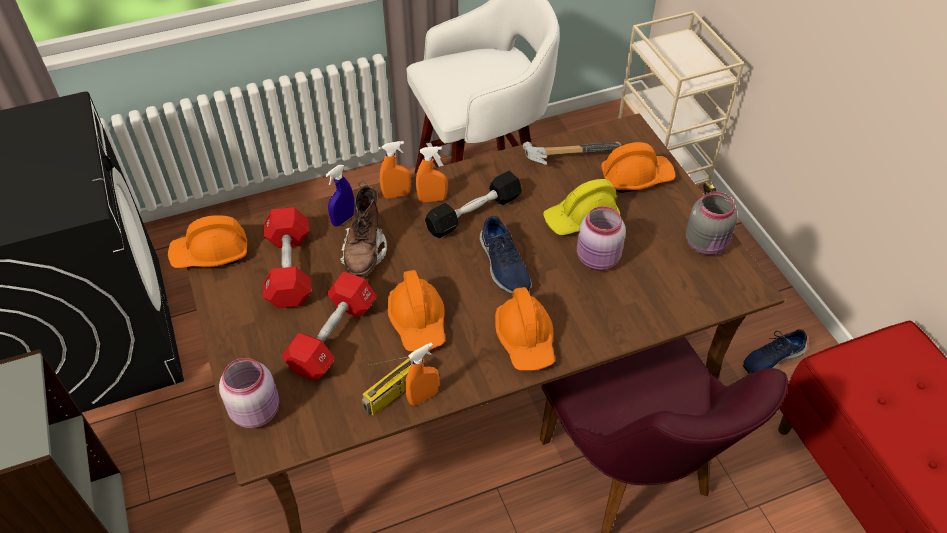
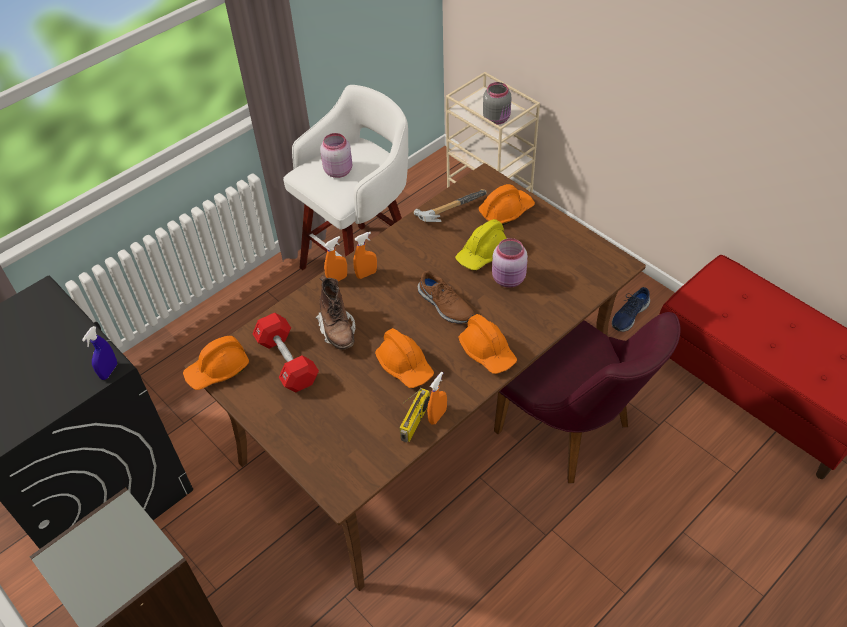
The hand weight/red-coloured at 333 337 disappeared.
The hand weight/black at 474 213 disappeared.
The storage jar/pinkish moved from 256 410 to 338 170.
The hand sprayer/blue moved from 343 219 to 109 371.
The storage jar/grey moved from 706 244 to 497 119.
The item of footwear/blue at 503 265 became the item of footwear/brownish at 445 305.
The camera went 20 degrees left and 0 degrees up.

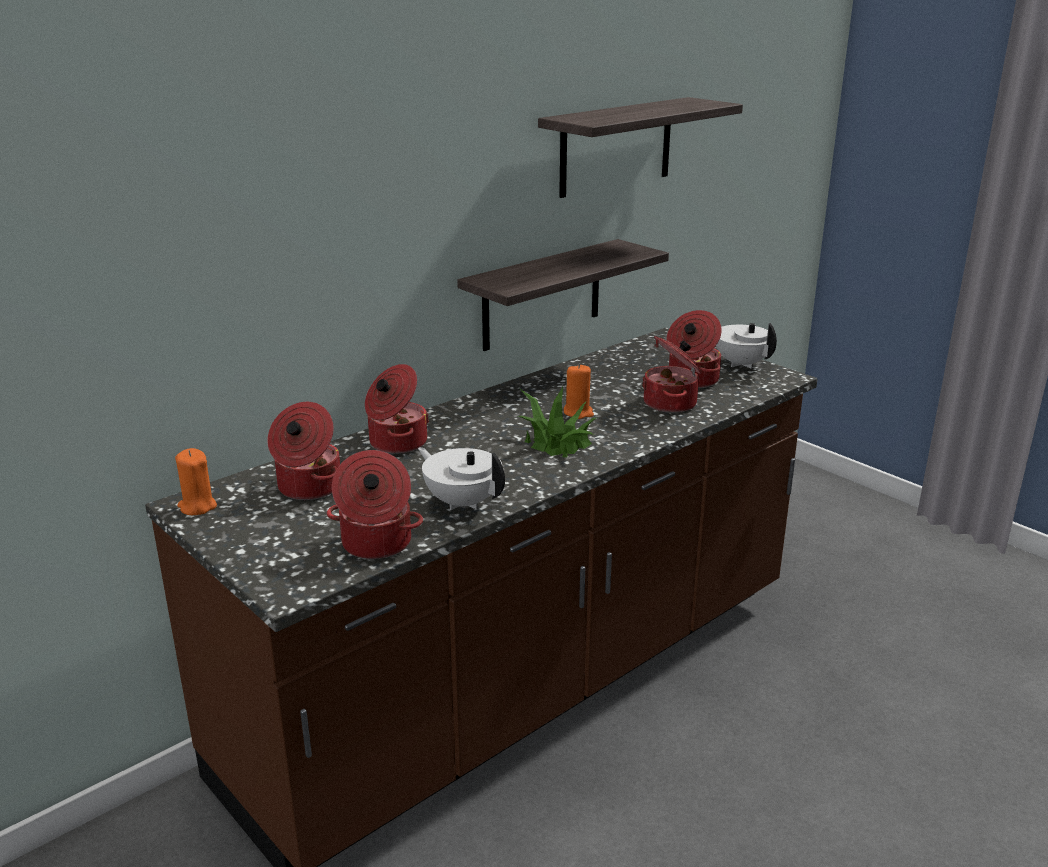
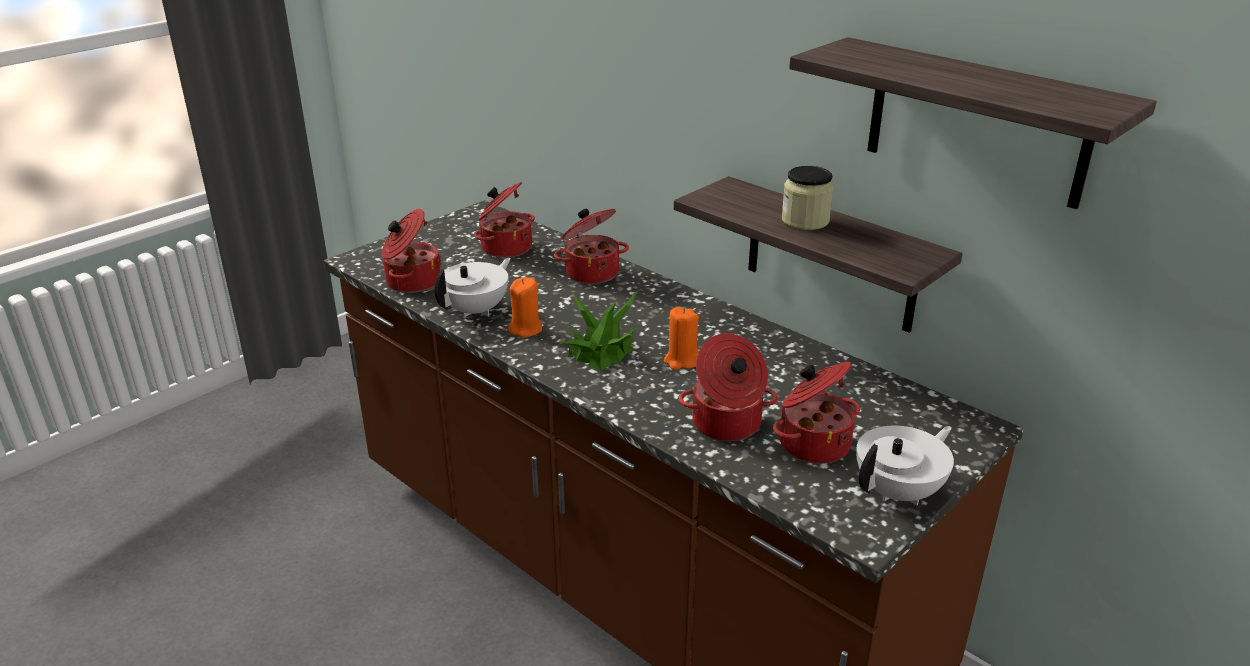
The storage jar at 805 220 appeared.
The candle/orange-coloured moved from 197 506 to 526 329.
The camera went 85 degrees right and 5 degrees up.

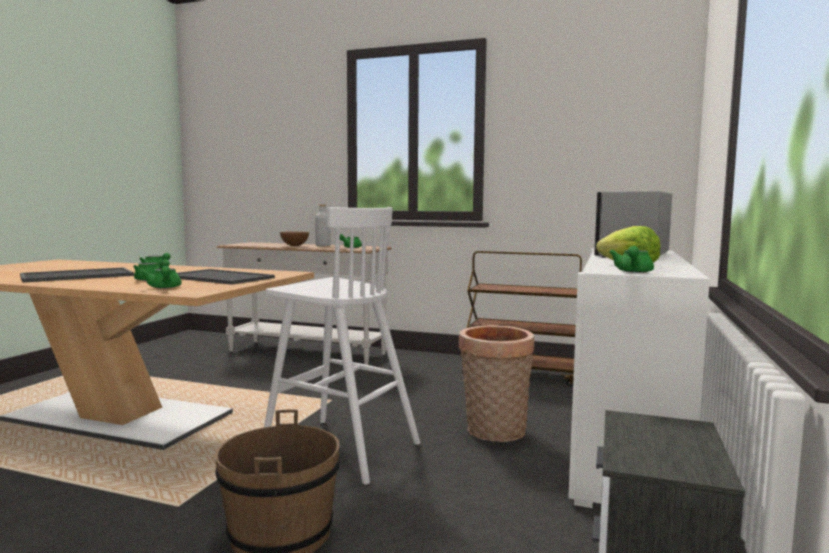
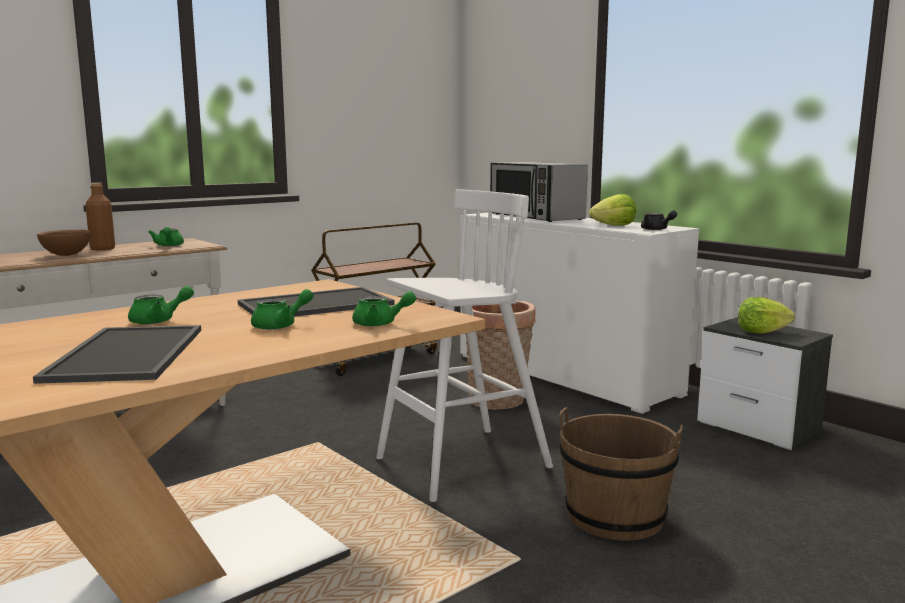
The lettuce at 761 332 appeared.
The drink bottle/grey at 323 245 became the drink bottle/brownish at 102 249.
The tea pot/green at 633 272 became the tea pot/black at 656 229.
The camera went 60 degrees left and 5 degrees up.

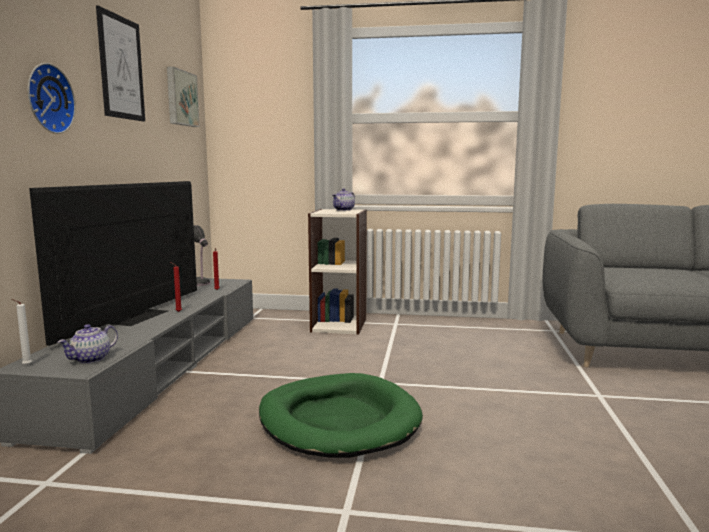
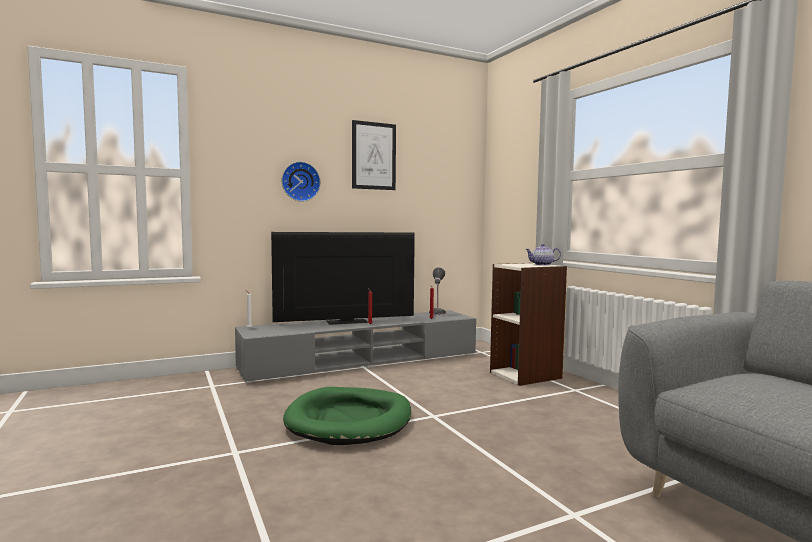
The tea pot at 91 359 disappeared.
The wall picture at 180 98 disappeared.
The camera went 55 degrees right and 5 degrees down.

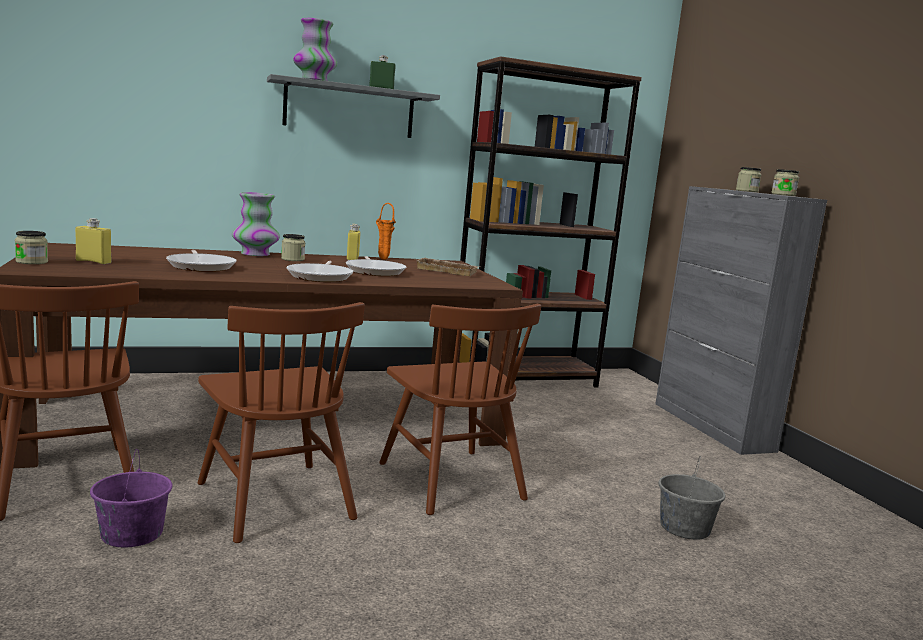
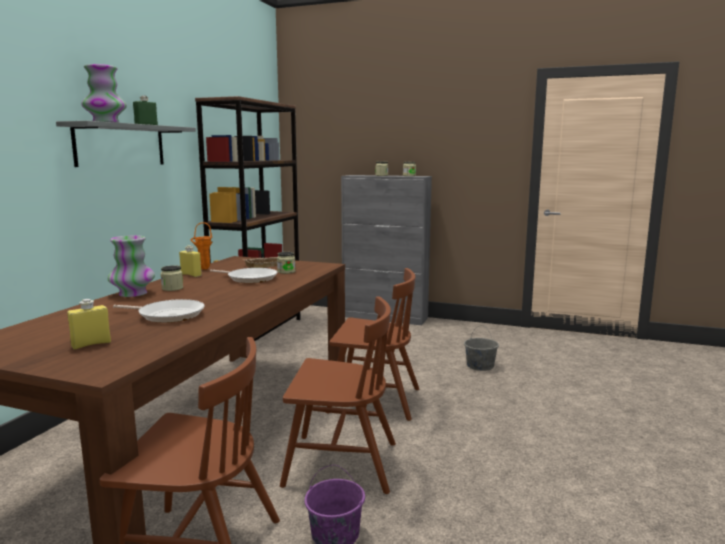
The frying pan at 321 277 disappeared.
The storage jar moved from 32 262 to 286 271.
The camera went 50 degrees left and 0 degrees up.

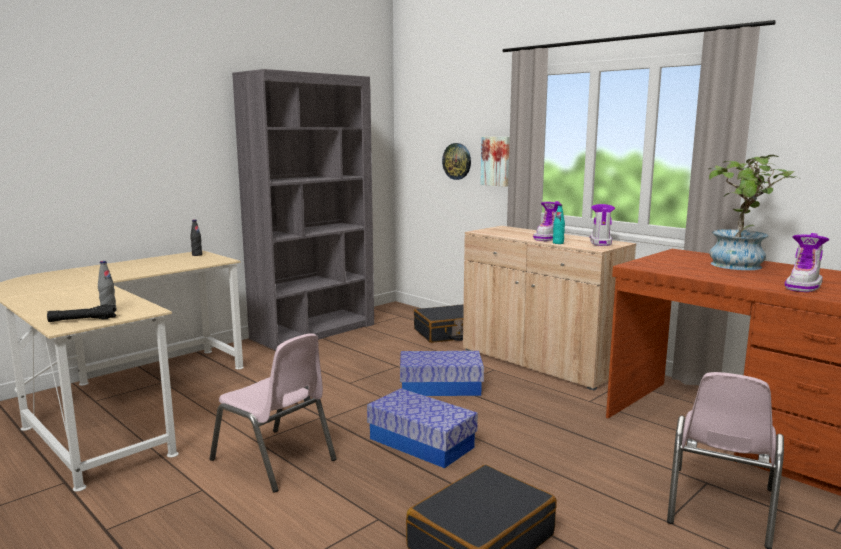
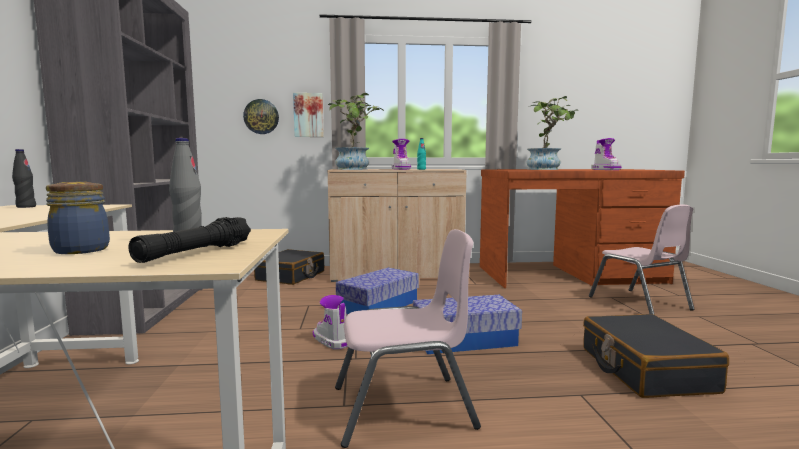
The storage jar at 80 250 appeared.
The houseplant at 355 169 appeared.
The boot moved from 600 242 to 331 341.
The camera went 50 degrees left and 5 degrees down.

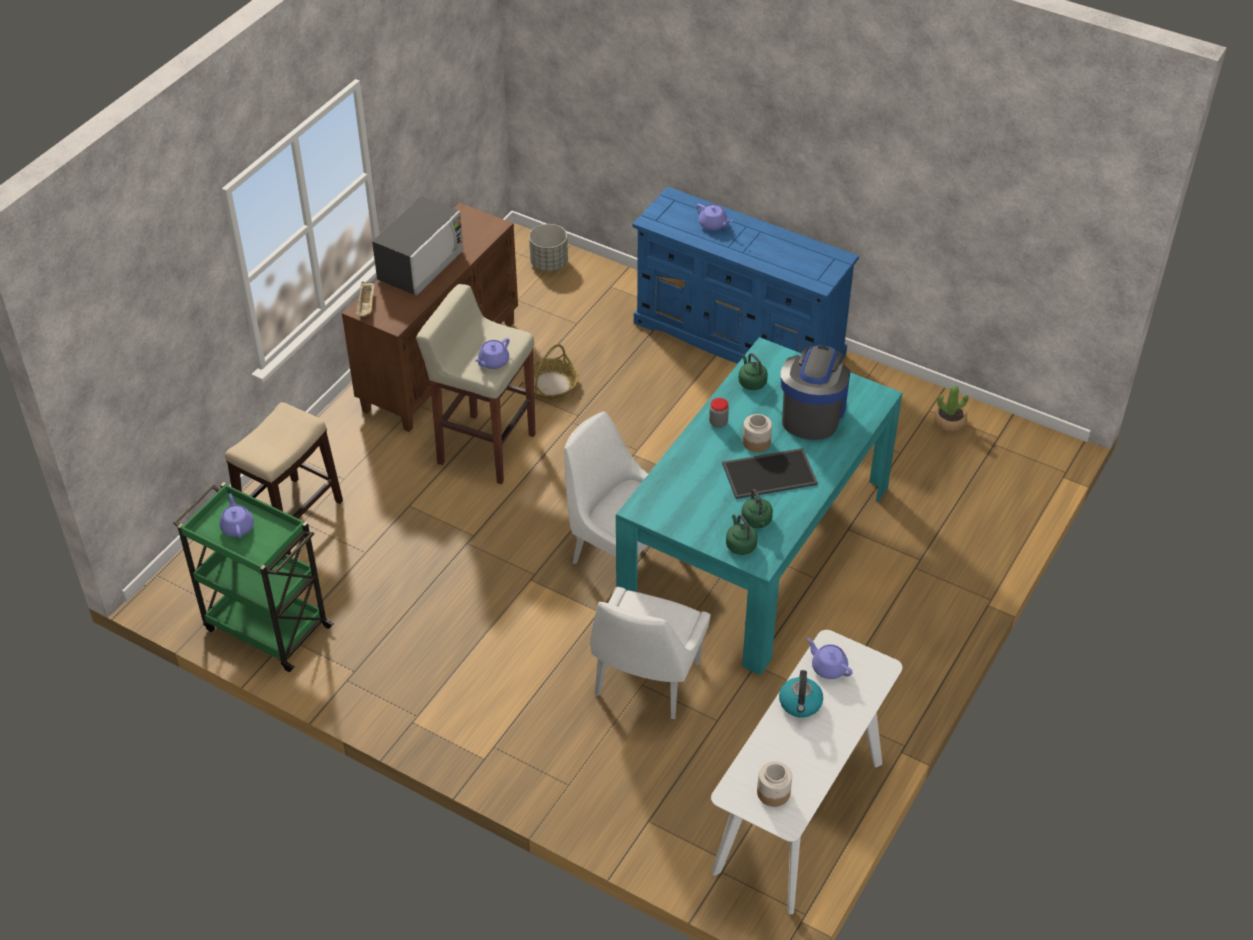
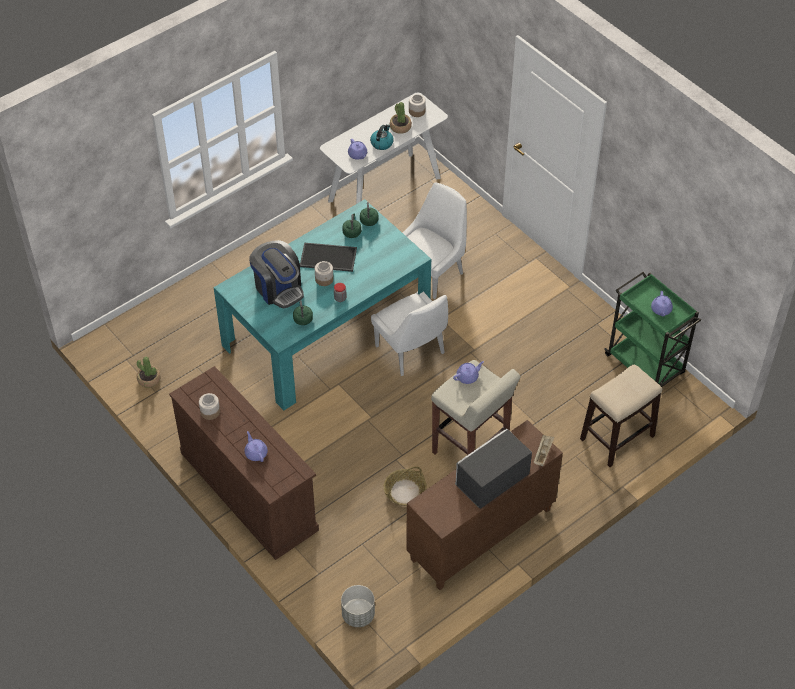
The storage jar at 210 412 appeared.
The houseplant at 400 127 appeared.
The drawer chest/blue at 740 339 became the drawer chest/brownish at 247 490.
The coffee brewer at 812 413 turned 75 degrees counterclockwise.
The camera went 160 degrees left and 5 degrees up.

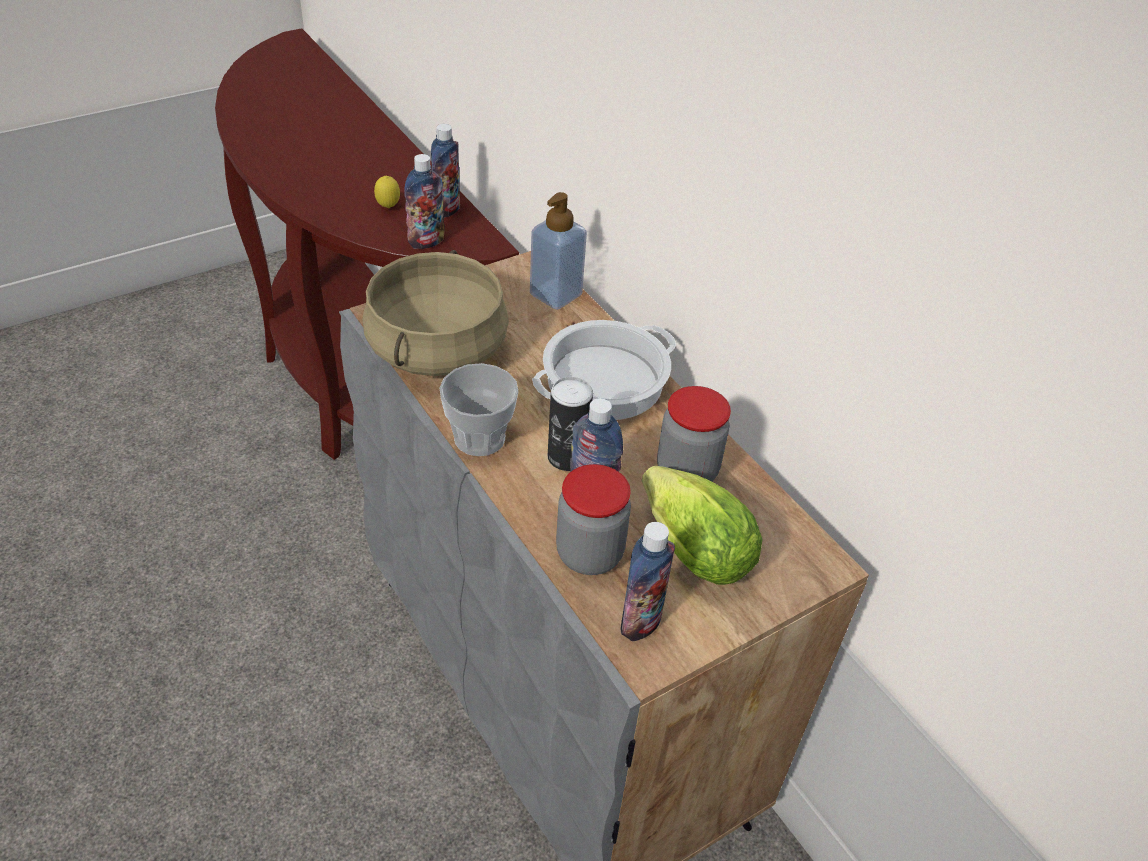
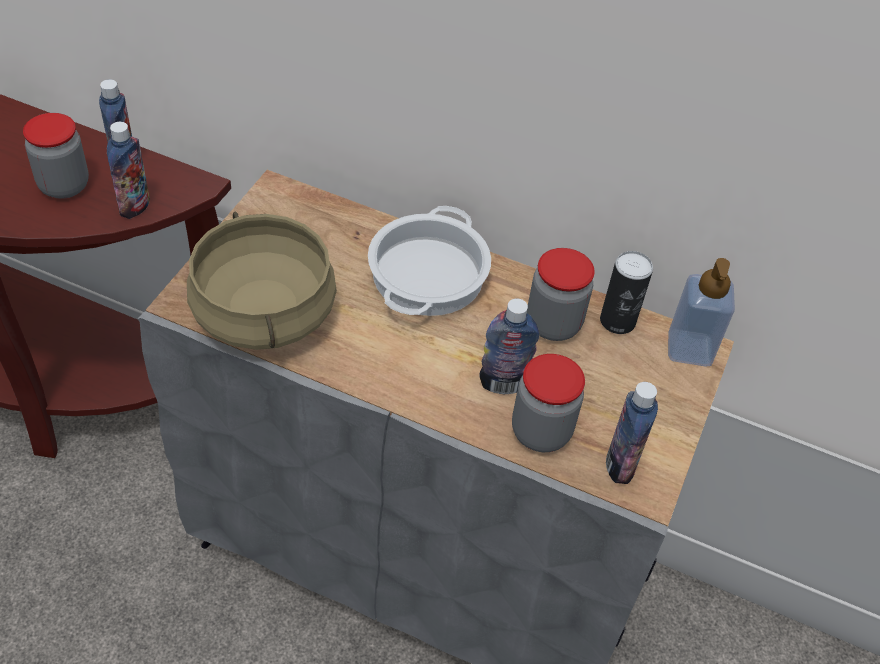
The drinking cup at 479 438 disappeared.
The lettuce at 688 546 disappeared.
The soap bottle moved from 555 295 to 689 349.
The can moved from 567 457 to 617 321.
The citrus fruit at 388 207 was replaced by the storage jar at 64 185.
The camera went 35 degrees left and 5 degrees up.

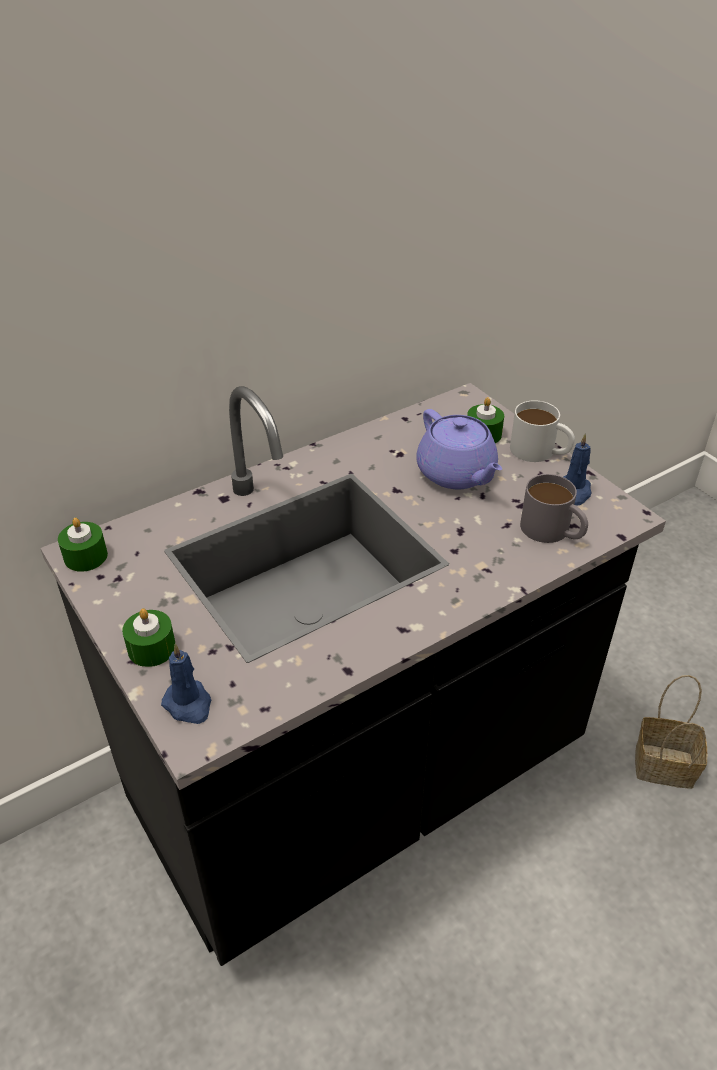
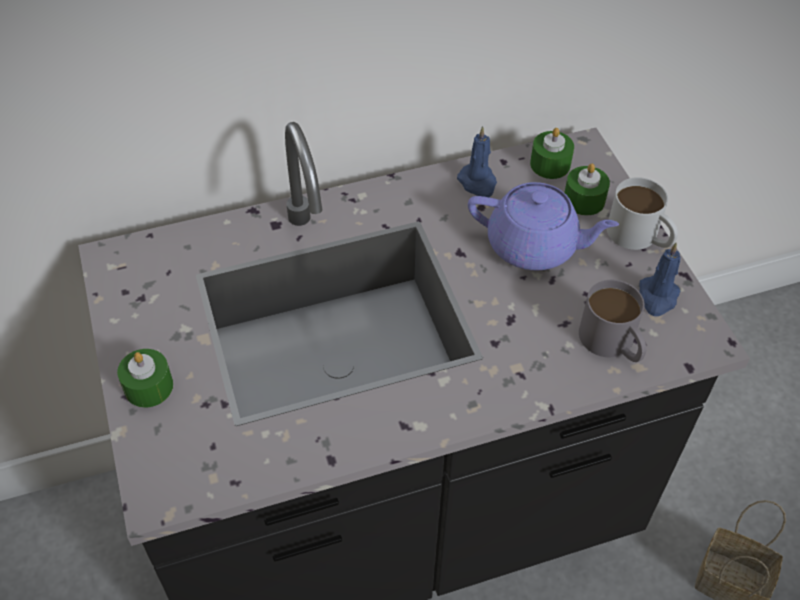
The candle/green moved from 85 556 to 550 164.
The candle/blue moved from 189 704 to 478 183.
The tea pot/purplish at 457 474 turned 60 degrees counterclockwise.
The camera went 15 degrees right and 10 degrees up.

